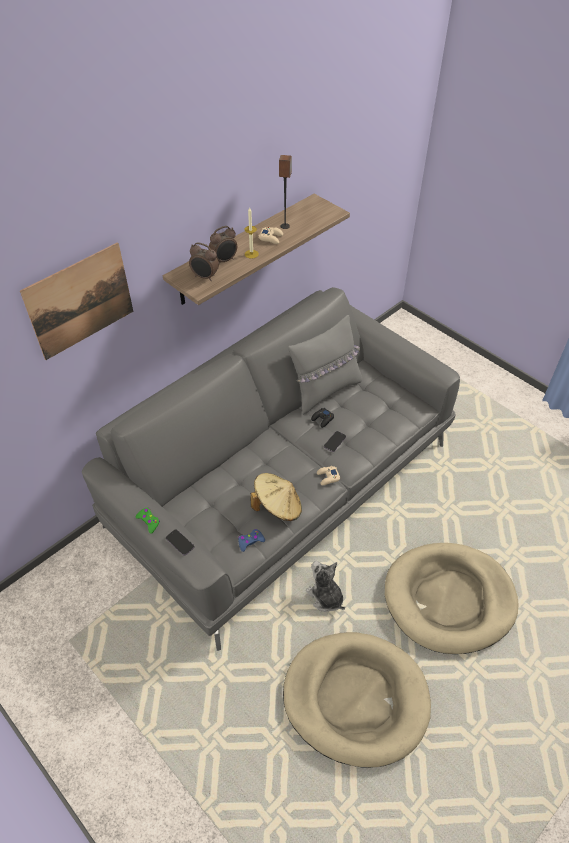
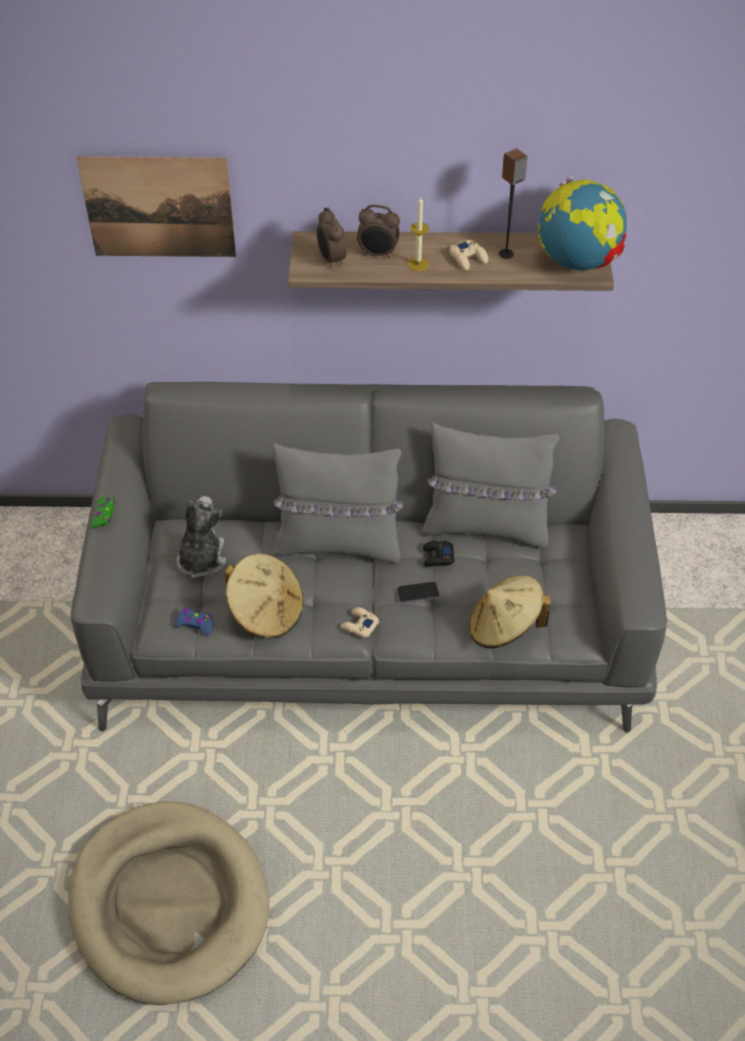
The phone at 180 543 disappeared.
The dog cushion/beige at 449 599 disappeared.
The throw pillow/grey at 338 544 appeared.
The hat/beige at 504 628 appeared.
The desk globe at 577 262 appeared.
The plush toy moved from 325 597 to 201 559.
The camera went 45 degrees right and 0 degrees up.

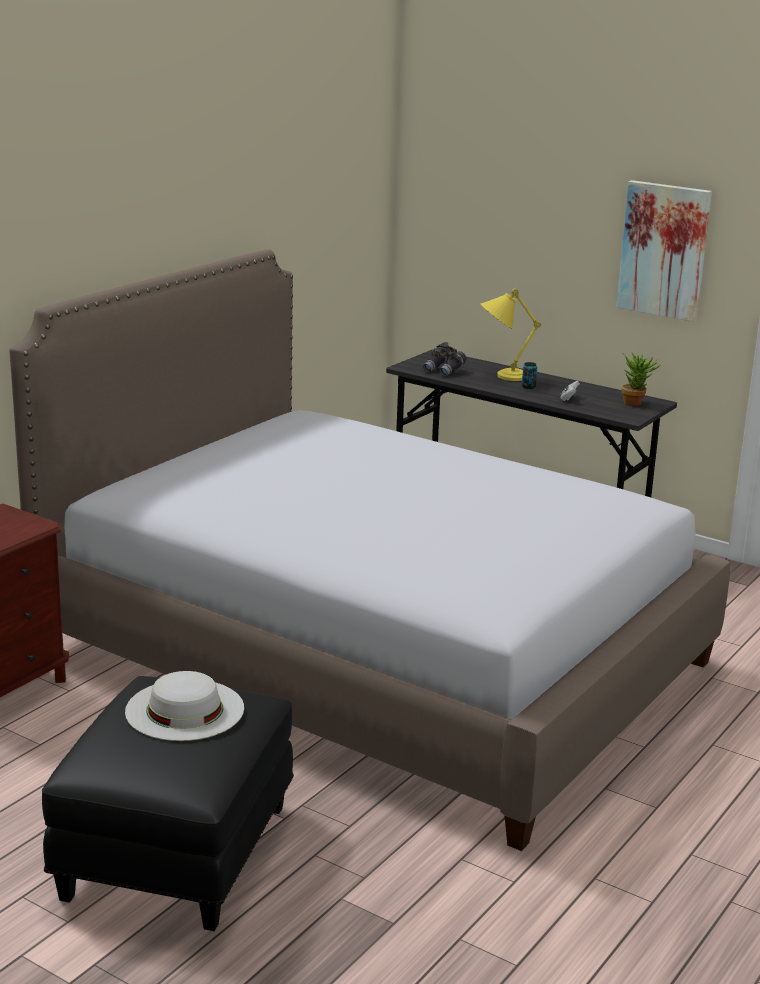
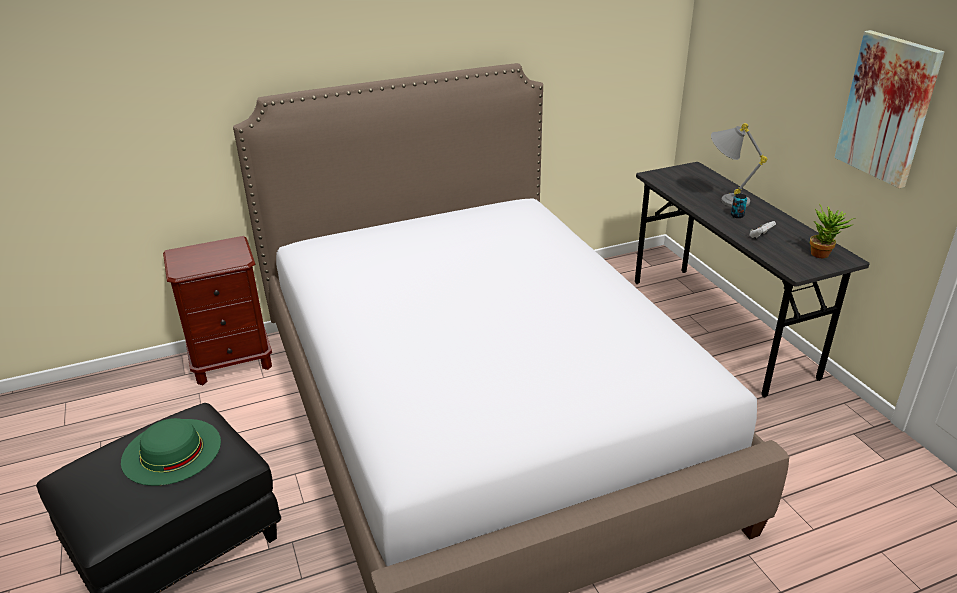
The binoculars/grey at 444 371 disappeared.
The hat/white at 184 709 became the hat/green at 171 451.
The lamp for a table/yellow at 500 376 became the lamp for a table/grey at 724 199.
The camera went 35 degrees right and 10 degrees up.

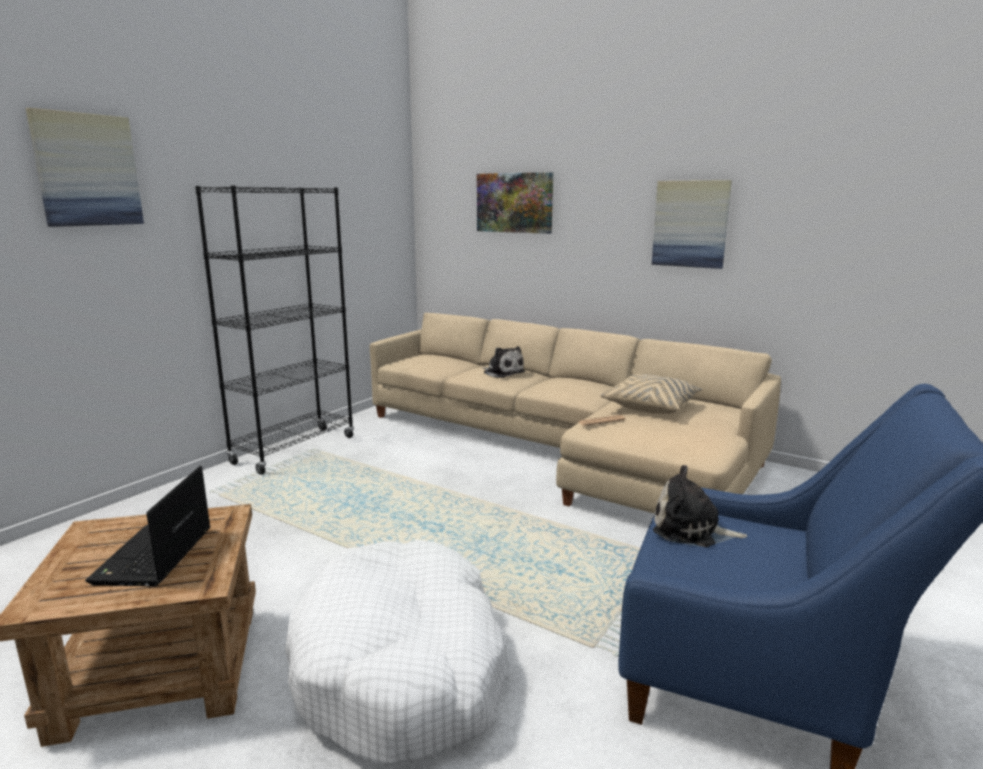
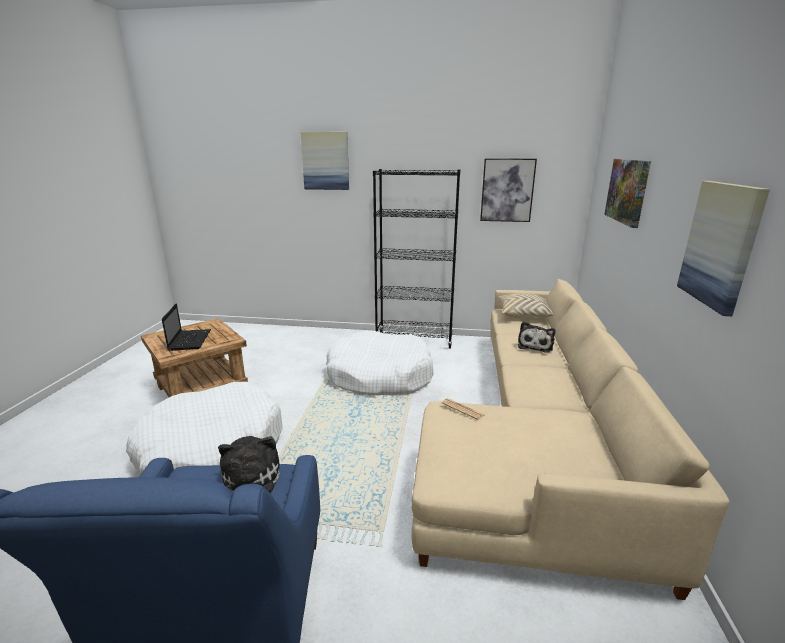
The dog cushion/white at 379 376 appeared.
The wall picture at 507 190 appeared.
The throw pillow/beige moved from 651 406 to 524 315.
The laptop at 153 557 turned 105 degrees clockwise.
The camera went 65 degrees right and 5 degrees up.

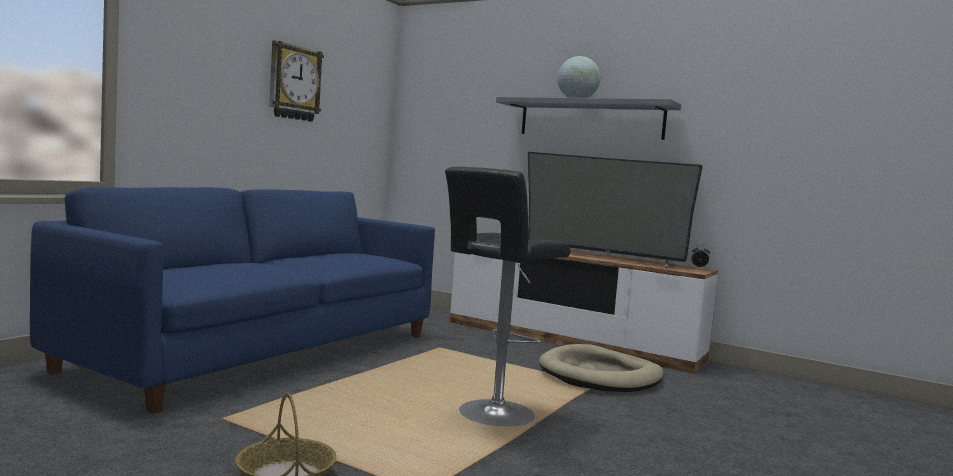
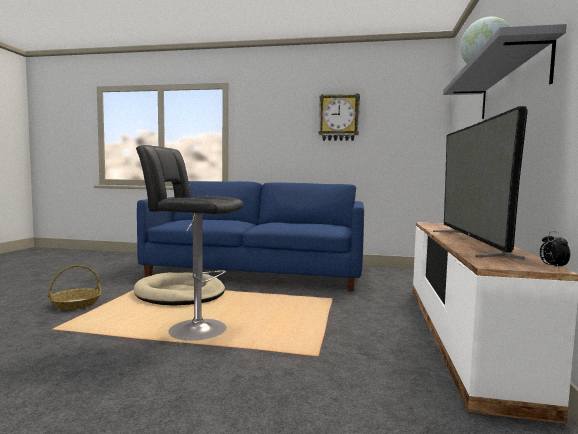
The dog cushion/beige moved from 600 375 to 180 294.
The camera went 70 degrees right and 0 degrees up.

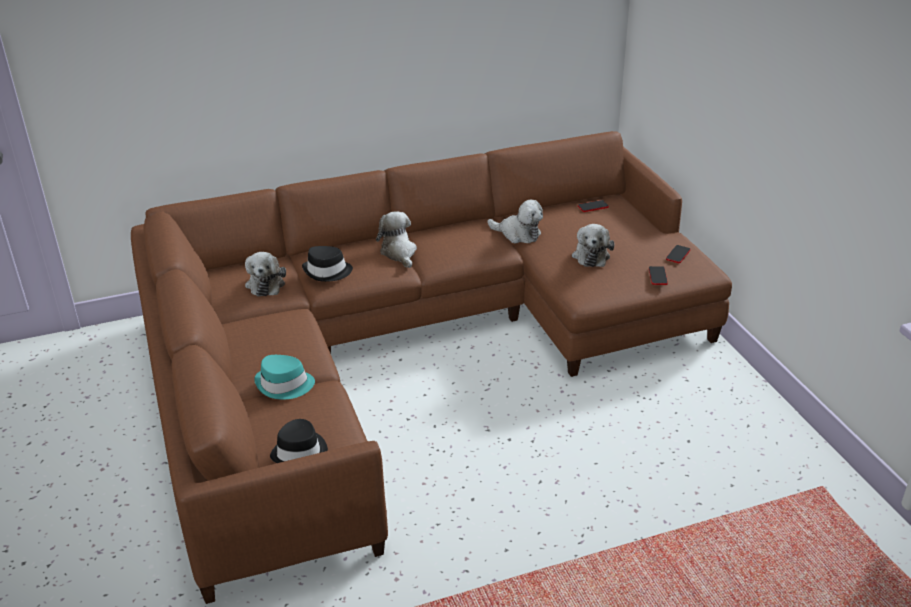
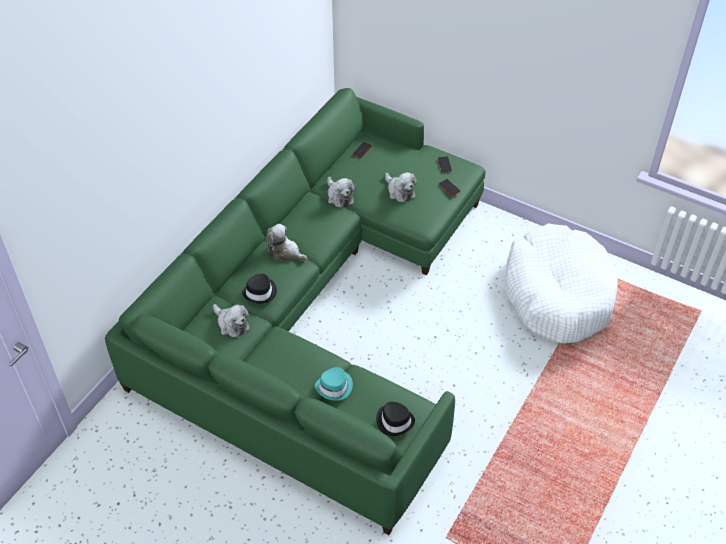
The dog cushion/white at 557 294 appeared.
The couch/brownish at 408 348 became the couch/green at 316 310.
The plush toy at 518 234 turned 75 degrees clockwise.
The camera went 40 degrees left and 15 degrees up.

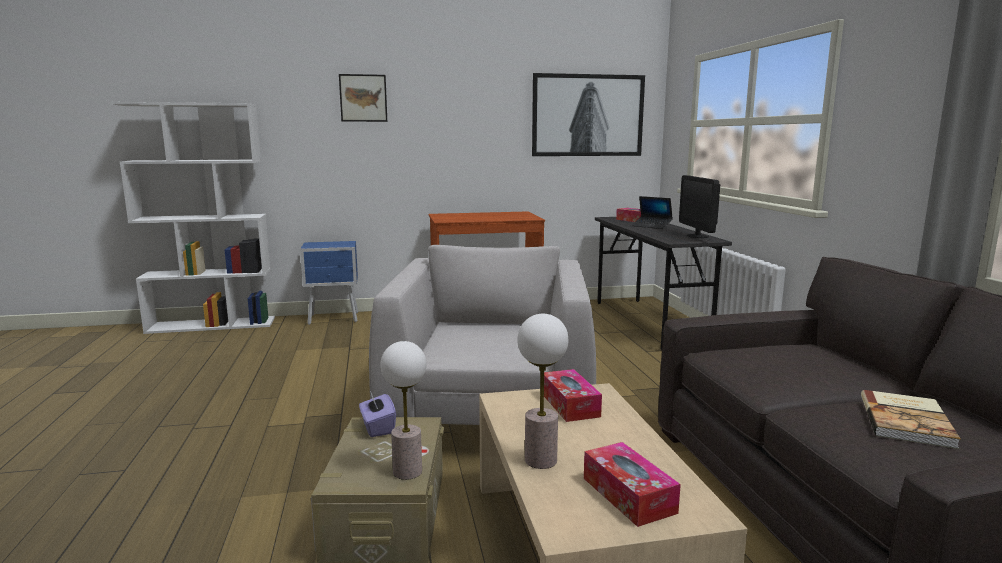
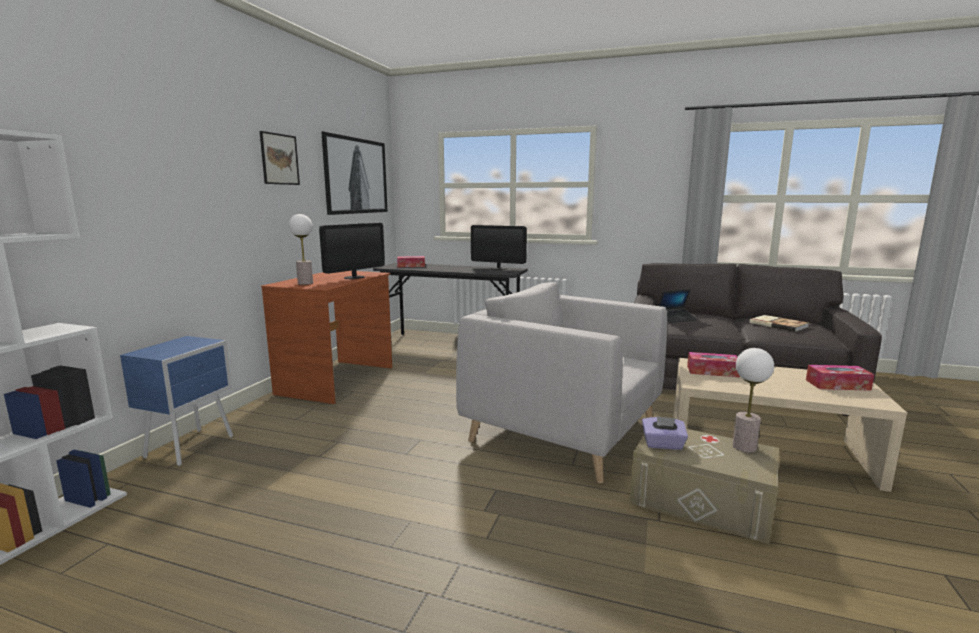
The monitor at 354 277 appeared.
The wall picture moved from 363 98 to 279 159.
The lamp for a table moved from 540 460 to 305 283.
The laptop moved from 652 226 to 676 319.
The camera went 60 degrees left and 0 degrees up.

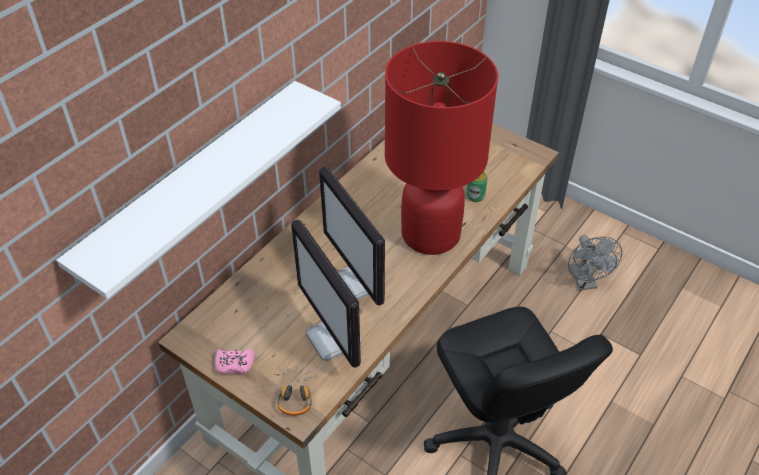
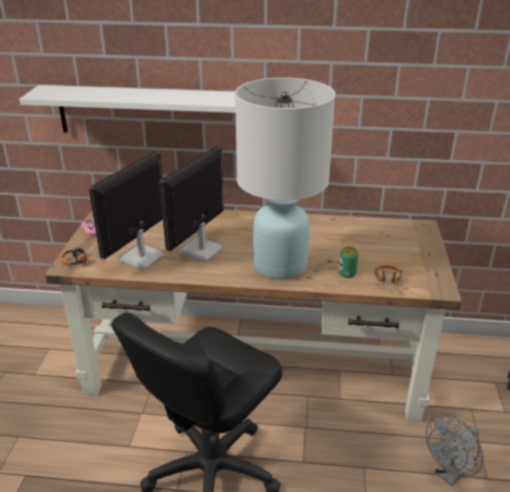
The pair of headphones at 387 283 appeared.
The lamp for a table/red-coloured at 431 234 became the lamp for a table/white at 280 265.
The camera went 60 degrees right and 15 degrees down.

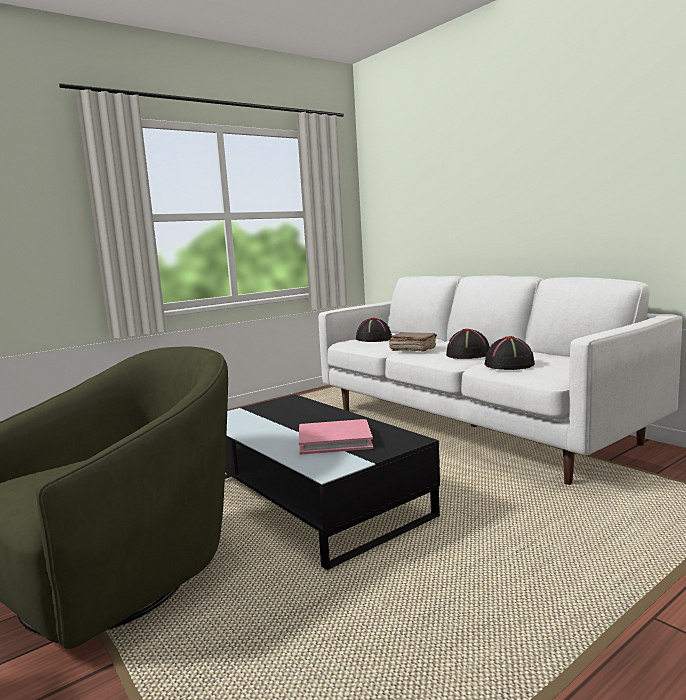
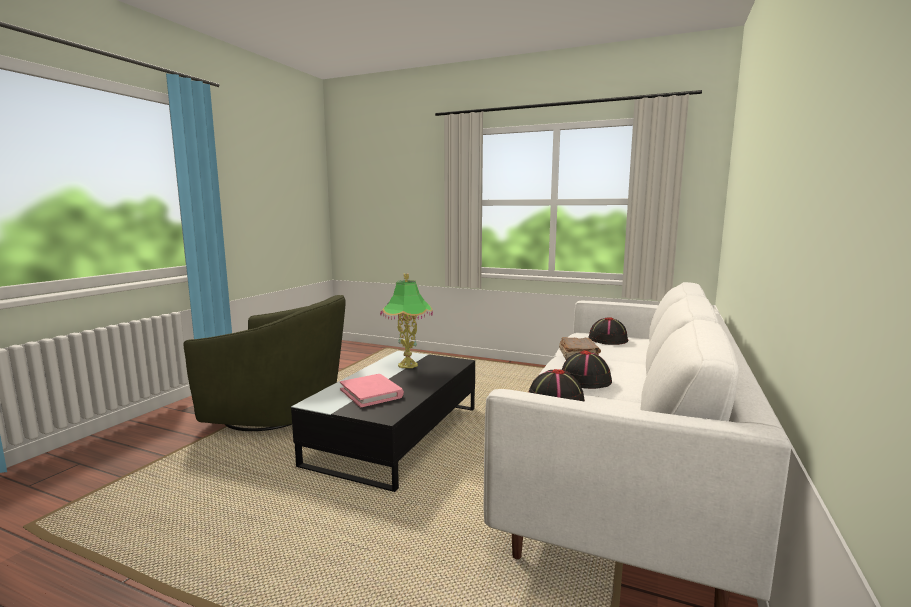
The lamp for a table at 407 365 appeared.
The camera went 60 degrees right and 0 degrees up.

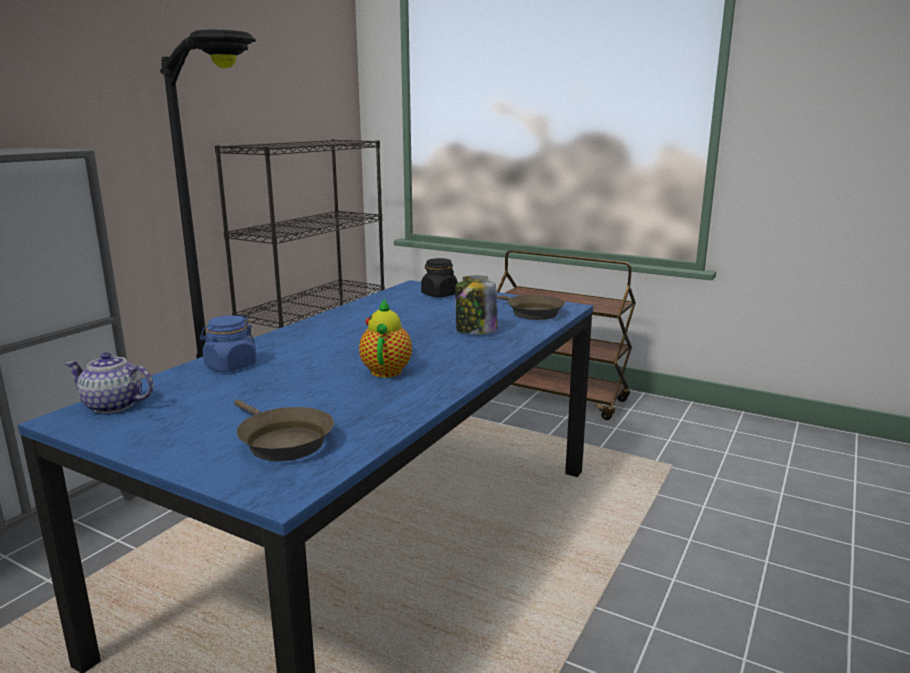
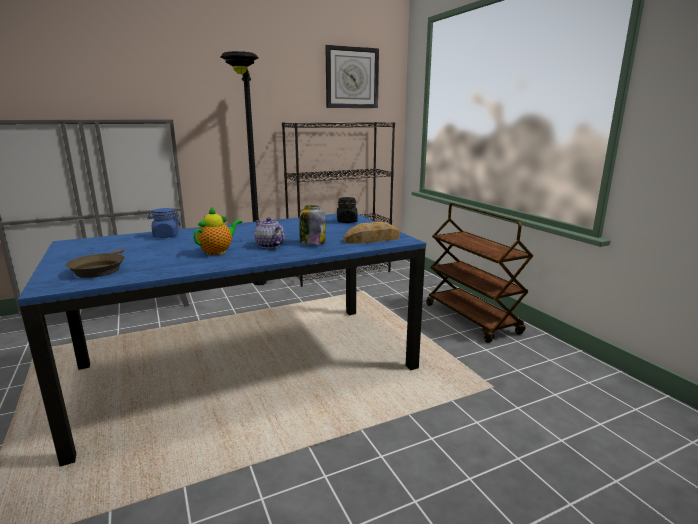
The hanging clock at 352 78 appeared.
The tea pot moved from 113 406 to 269 245.
The frying pan/brownish at 530 312 was replaced by the baked bread at 372 239.
The camera went 35 degrees right and 0 degrees up.

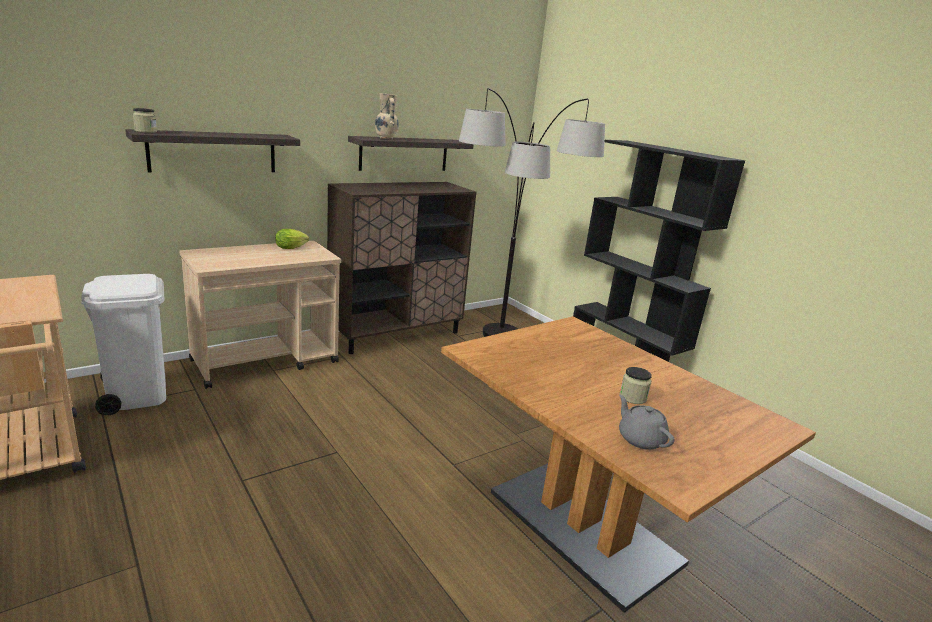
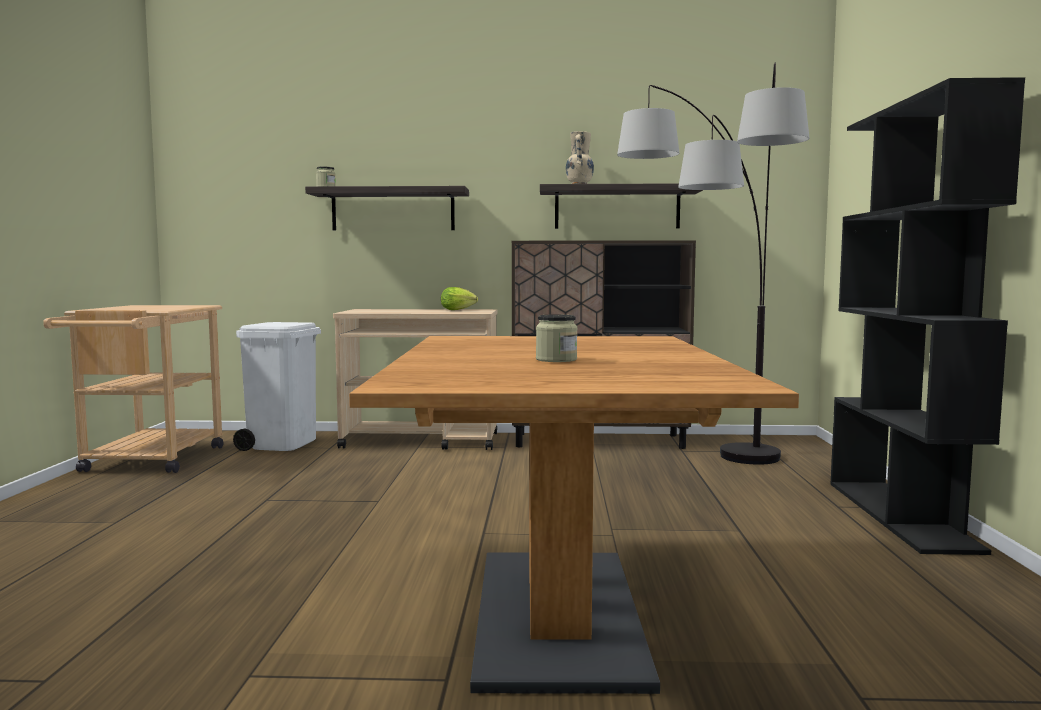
The tea pot/grey at 640 439 disappeared.
The camera went 40 degrees right and 15 degrees down.

